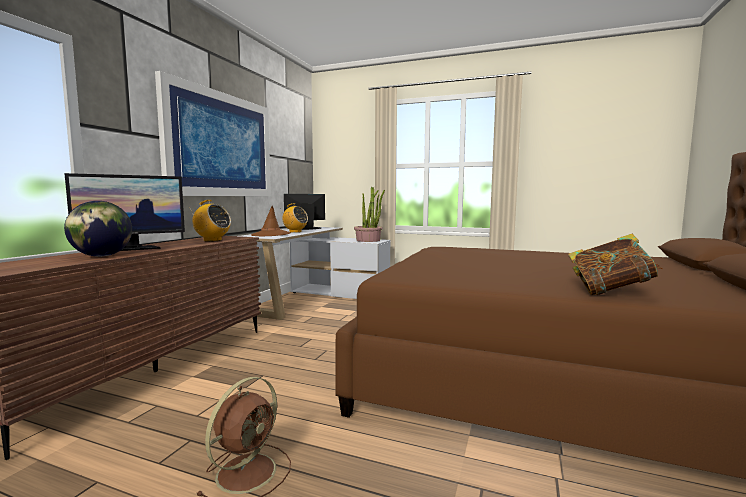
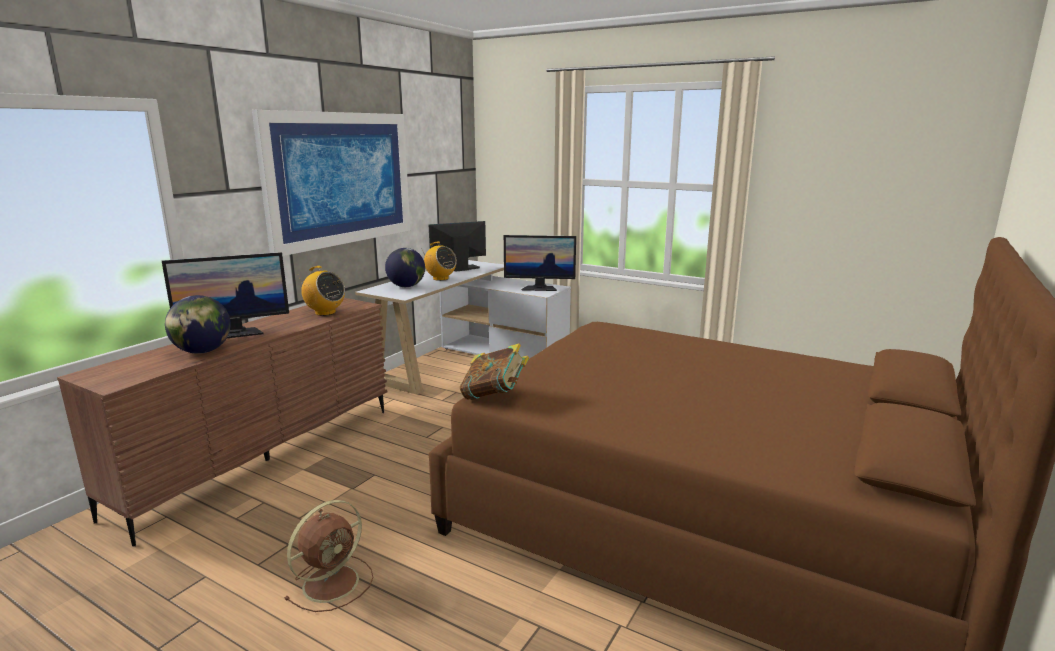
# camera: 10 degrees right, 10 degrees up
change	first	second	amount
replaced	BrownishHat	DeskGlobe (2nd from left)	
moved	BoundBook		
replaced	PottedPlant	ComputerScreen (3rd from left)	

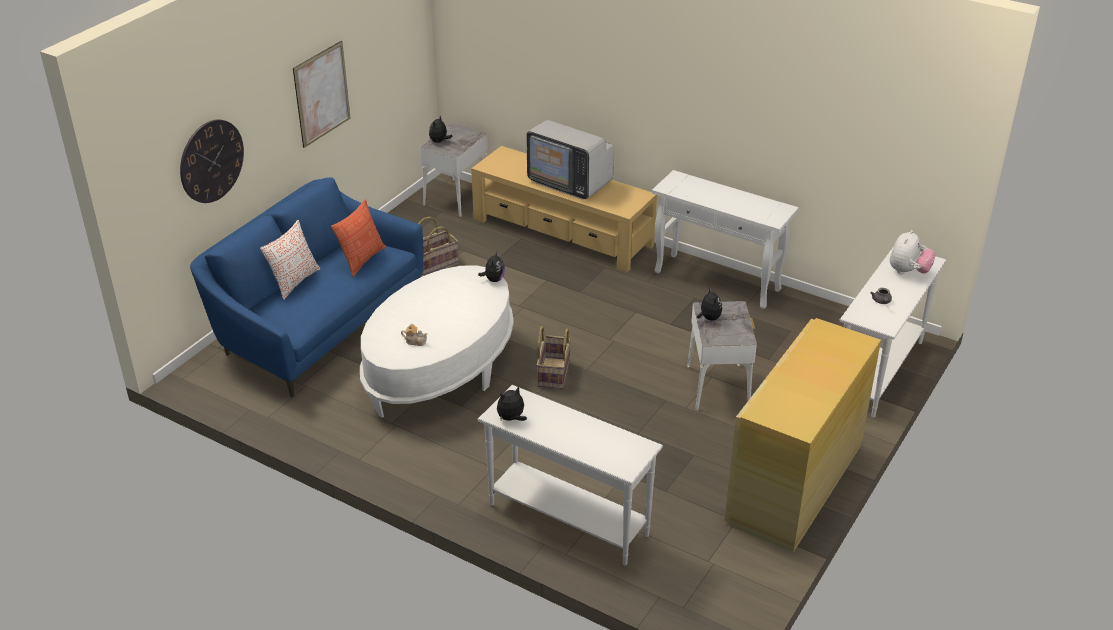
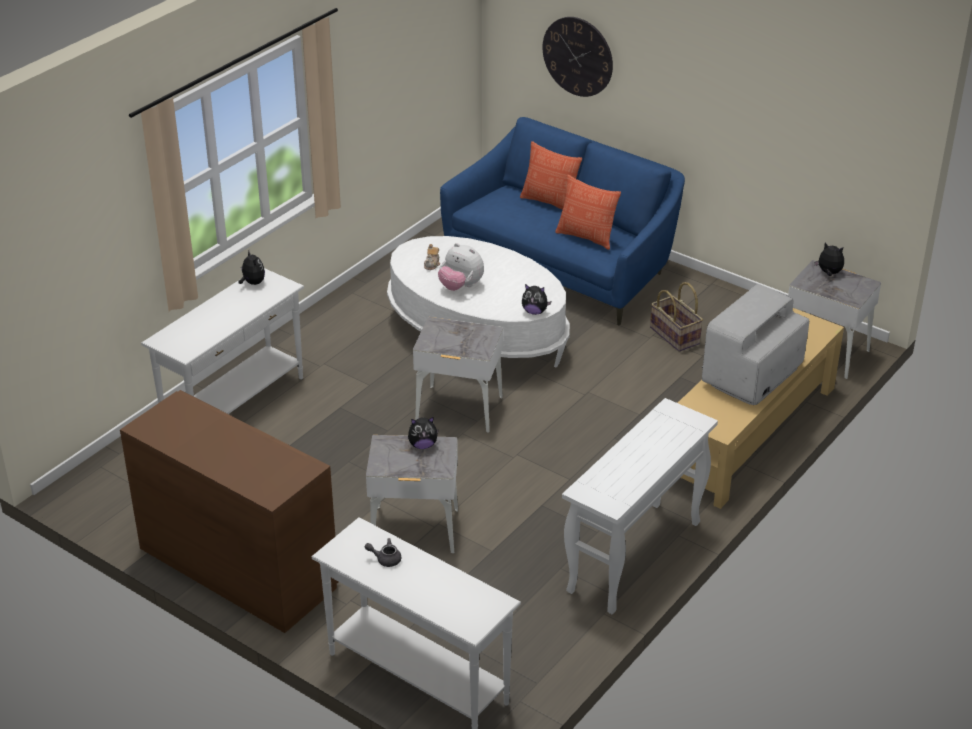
# camera: 95 degrees right, 0 degrees up
change	first	second	amount
recoloured	YellowishCabinet	BrownishCabinet	
replaced	HouseholdBasket (2nd from left)	EndTable (2nd from left)	
moved	SoftToy (5th from left in the first image)	SoftToy (3rd from left)	
recoloured	WhitishThrowPillow	OrangeThrowPillow (1st from left)	
removed	Picture		

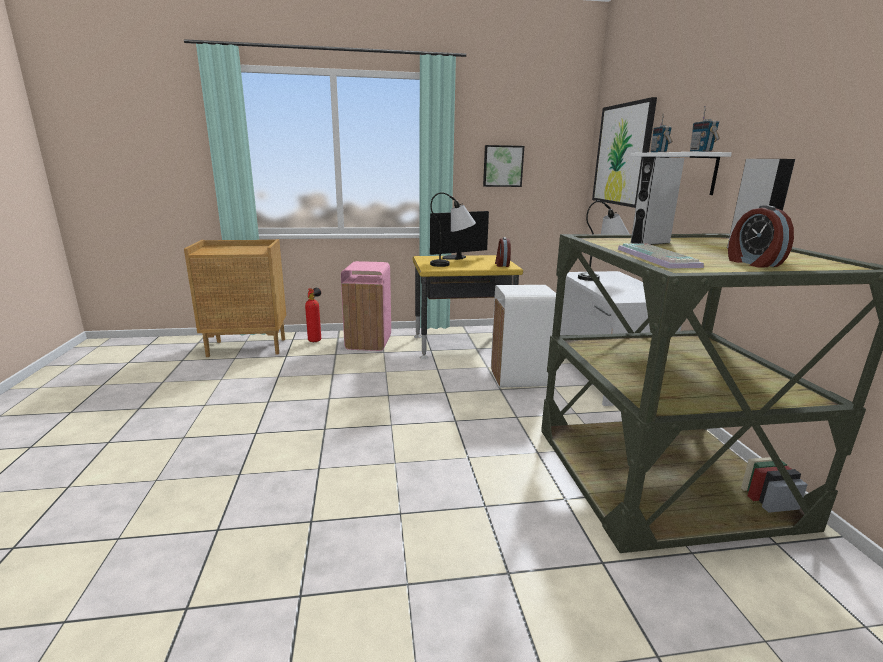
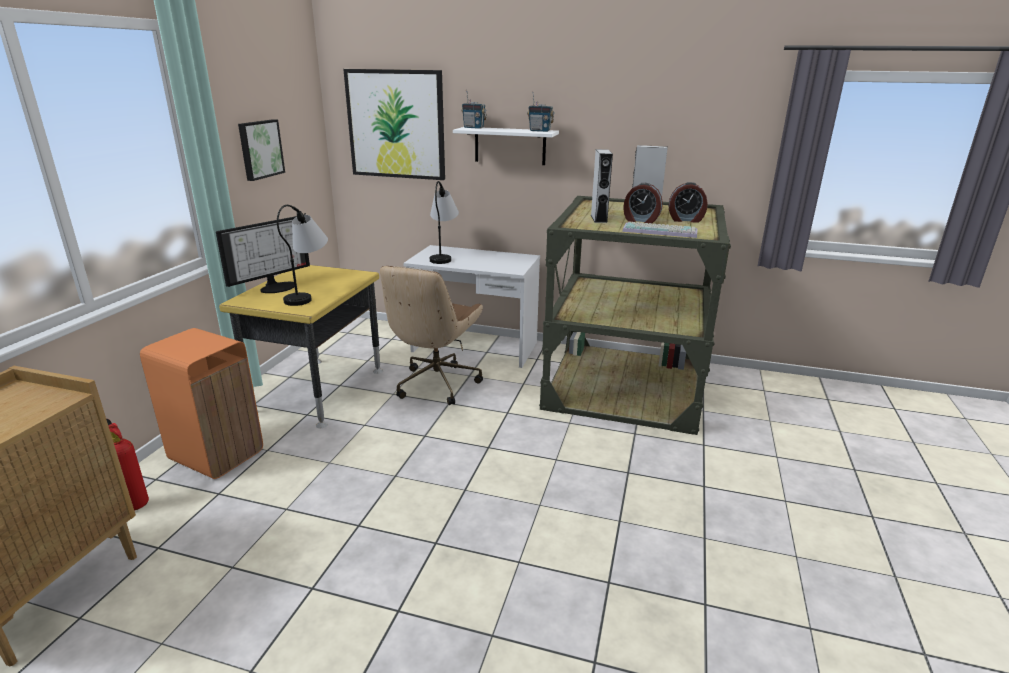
# camera: 65 degrees left, 5 degrees up
change	first	second	amount
recoloured	PinkRubbishBin	OrangeRubbishBin	
turned	ComputerScreen		135 degrees counterclockwise
replaced	WhitishRubbishBin	BrownishDeskChair	
moved	BedsideClock (1st from left)		

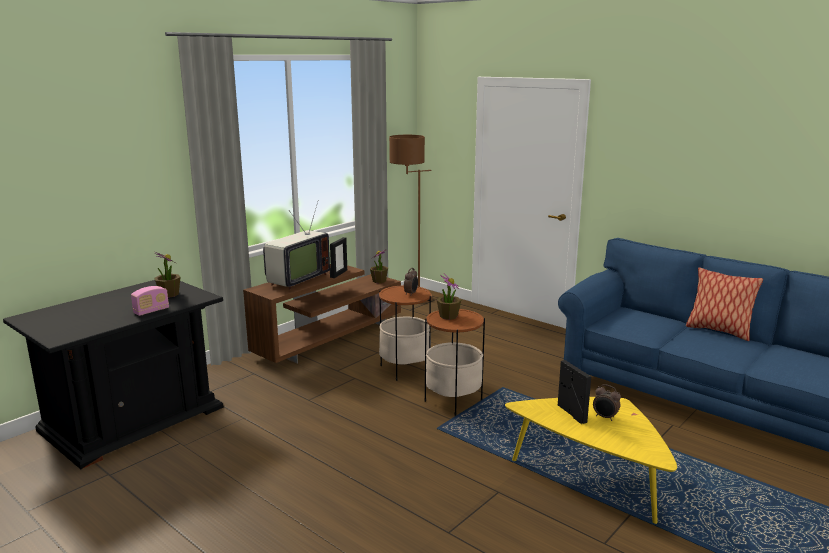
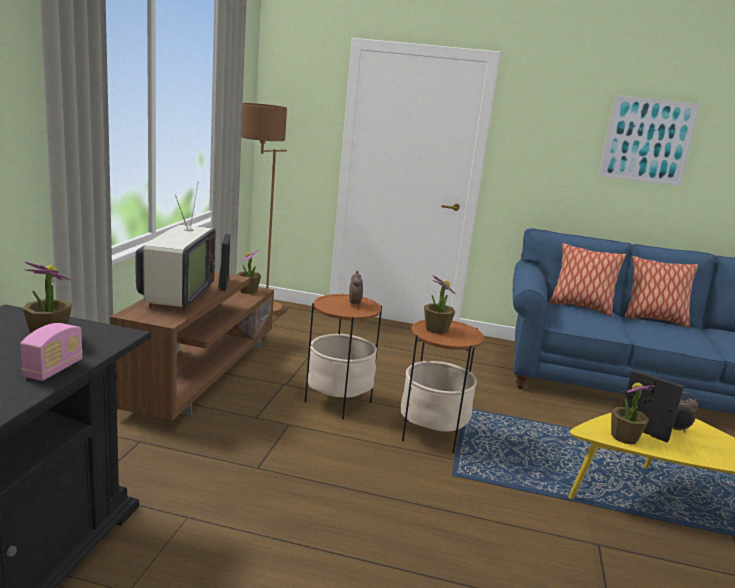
# camera: 30 degrees left, 0 degrees up
change	first	second	amount
added		ThrowPillow (1st from left)	
added		Picture	
added		PottedPlant (4th from left)	

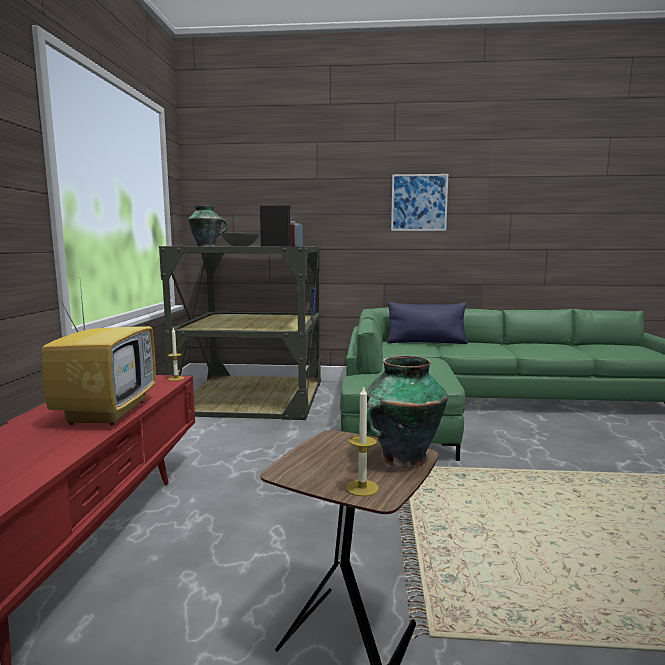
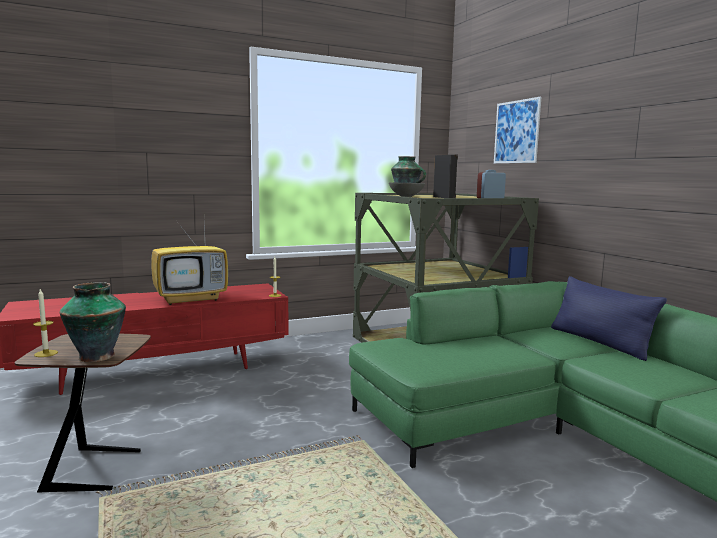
# camera: 60 degrees right, 0 degrees up
change	first	second	amount
moved	Picture		

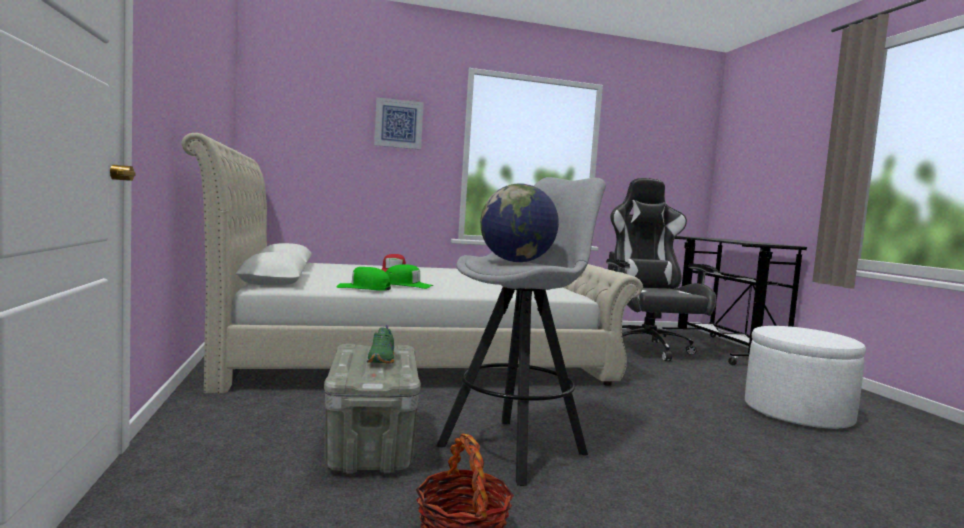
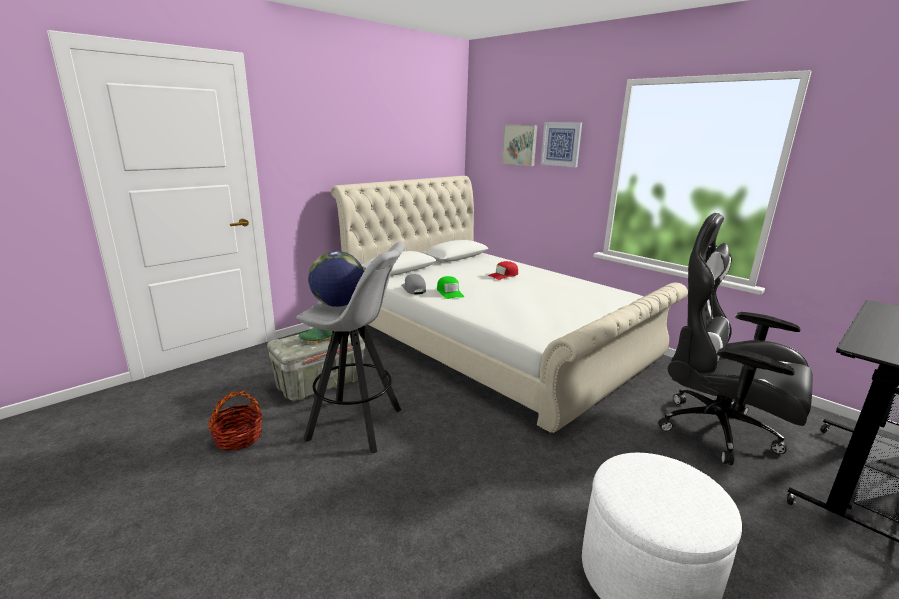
# camera: 60 degrees right, 15 degrees up
change	first	second	amount
recoloured	GreenishBaseballCap (1st from left)	GreyishBaseballCap	
added		Picture (1st from left)	
turned	BlackDeskChair		105 degrees counterclockwise

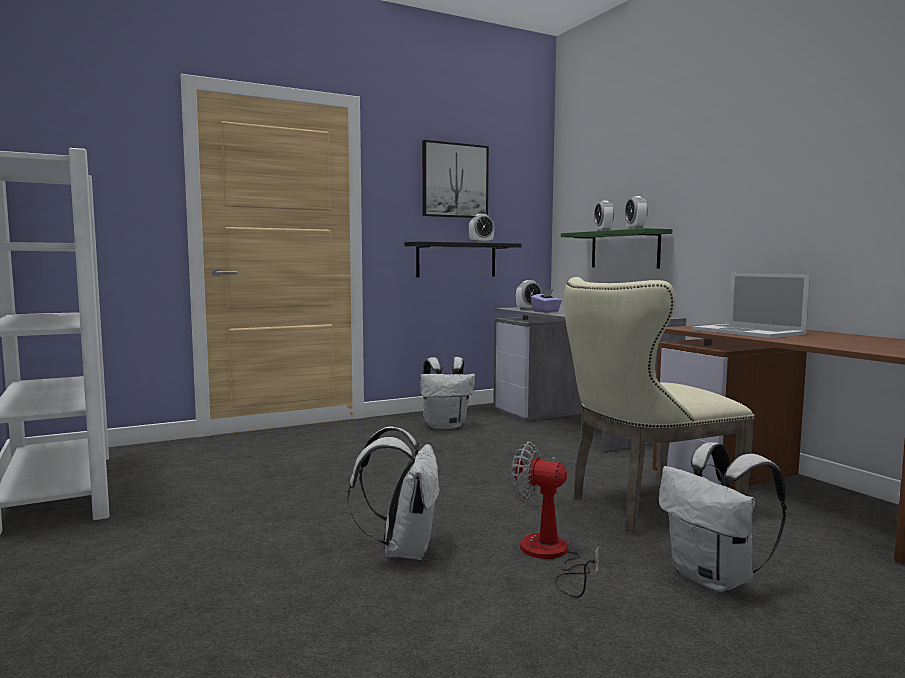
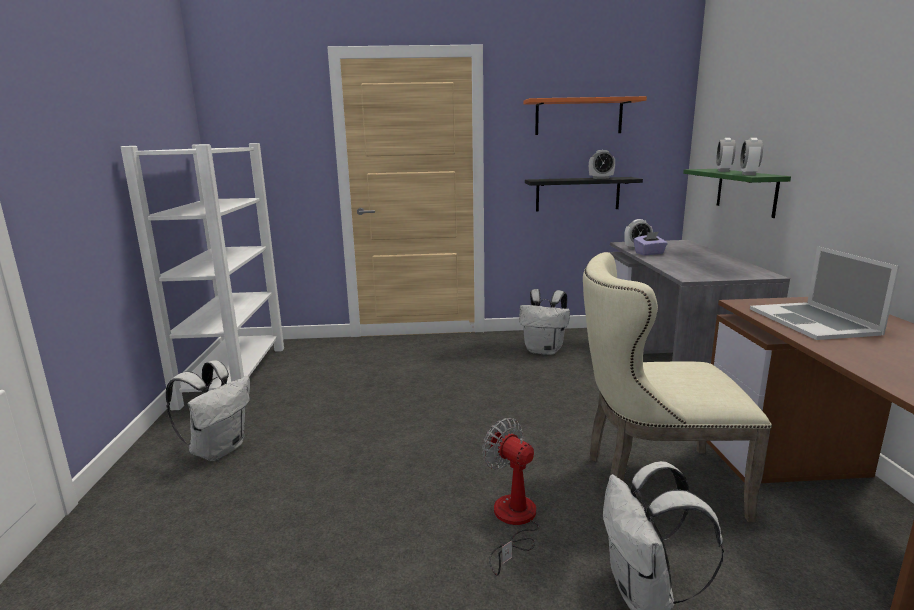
# camera: 25 degrees right, 10 degrees up
change	first	second	amount
moved	WhitishBackpack (1st from left)		
replaced	Picture	OrangeBracketShelf	

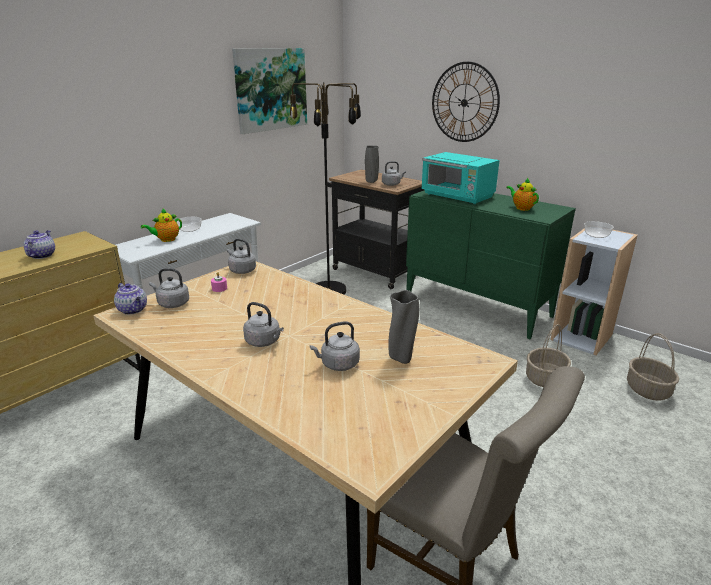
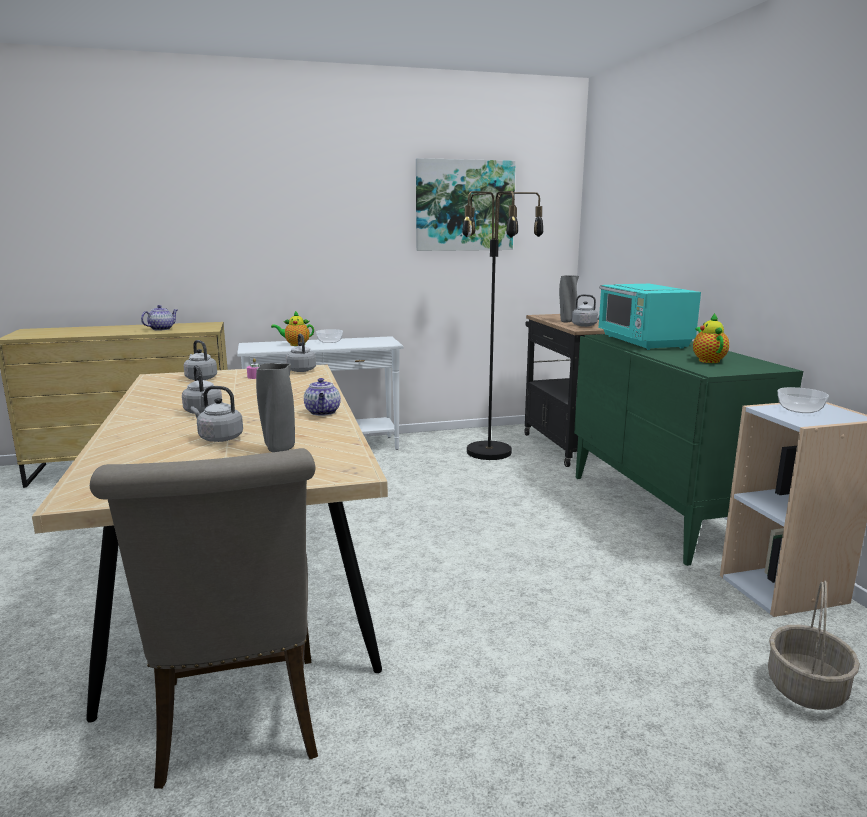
# camera: 35 degrees right, 10 degrees down
change	first	second	amount
moved	TeaPot (2nd from left in the first image)	TeaPot (3rd from left)	
removed	ClockOnTheWall		
removed	HouseholdBasket (1st from left)		

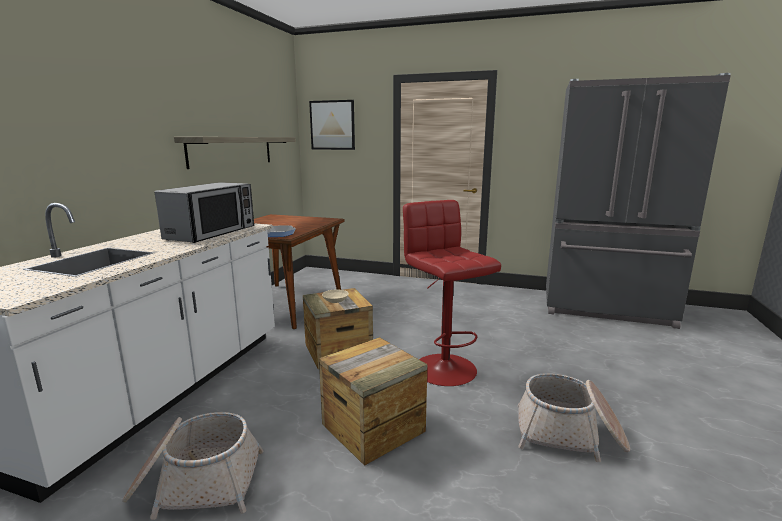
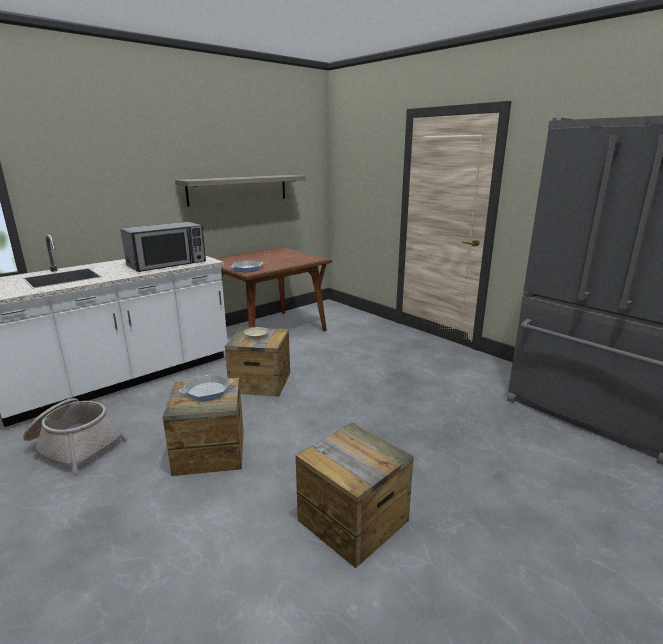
# camera: 30 degrees right, 5 degrees up
change	first	second	amount
added		Pan (1st from left)	
replaced	HouseholdBasket (2nd from left)	Crate (3rd from left)	
removed	Picture		
removed	RedColouredStoolSeat		

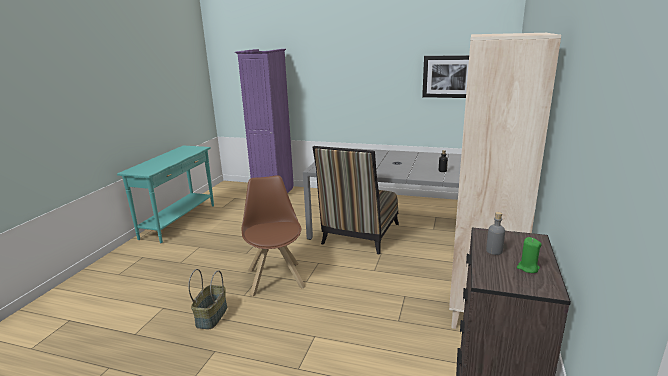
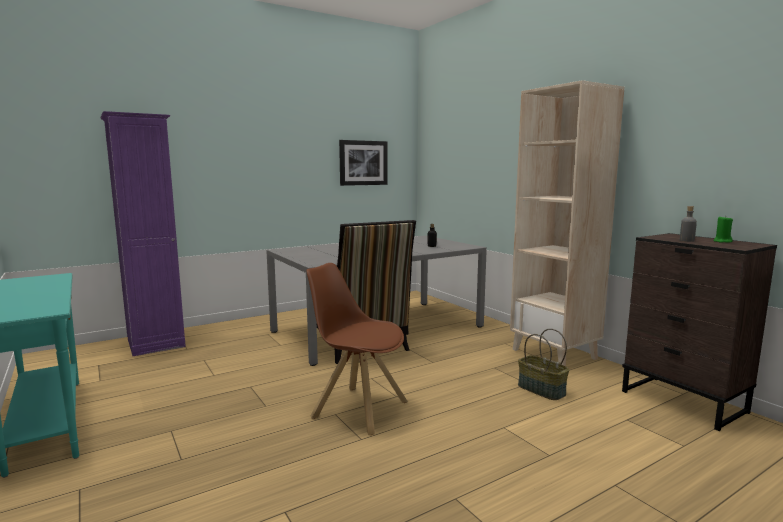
# camera: 50 degrees left, 10 degrees down
change	first	second	amount
moved	HouseholdBasket		

